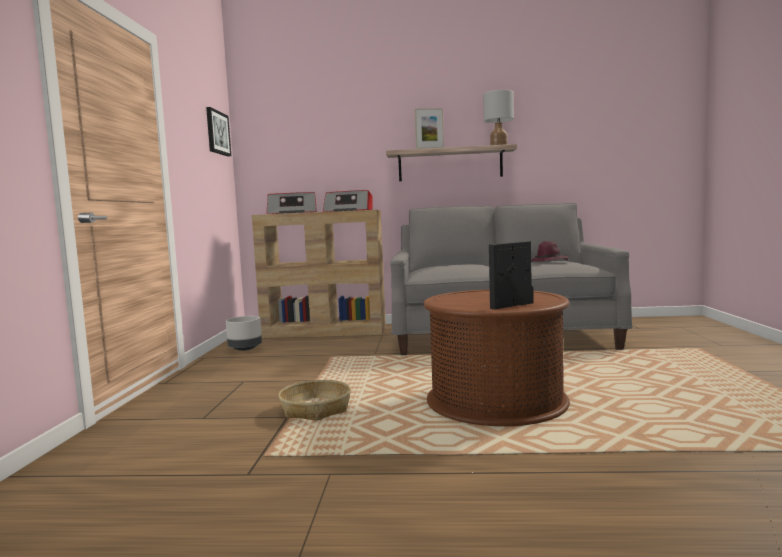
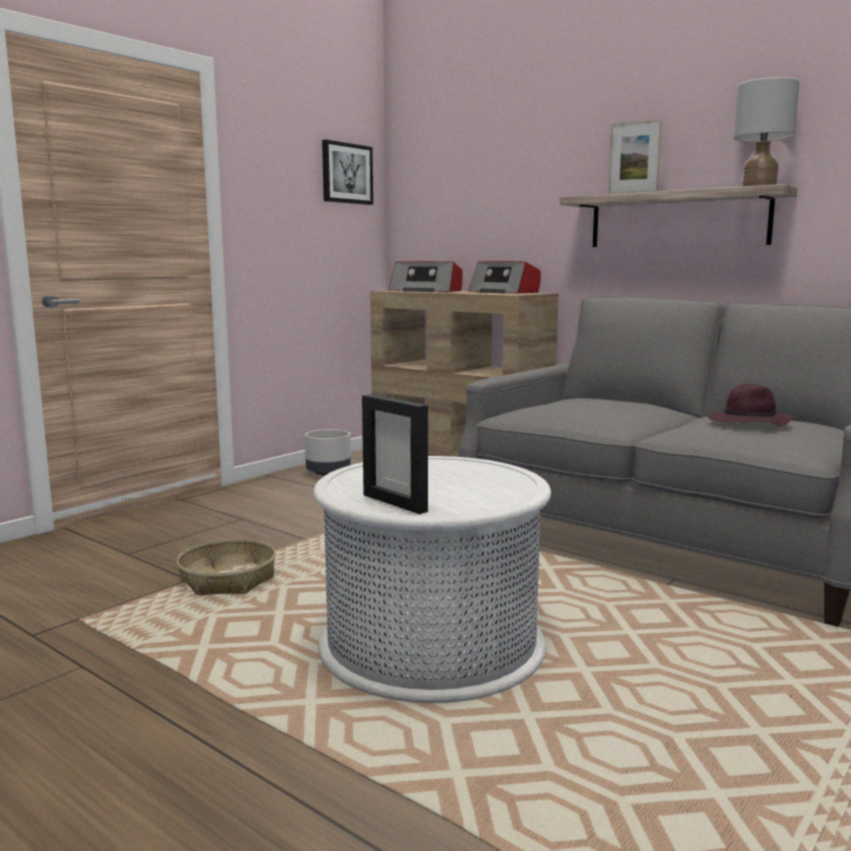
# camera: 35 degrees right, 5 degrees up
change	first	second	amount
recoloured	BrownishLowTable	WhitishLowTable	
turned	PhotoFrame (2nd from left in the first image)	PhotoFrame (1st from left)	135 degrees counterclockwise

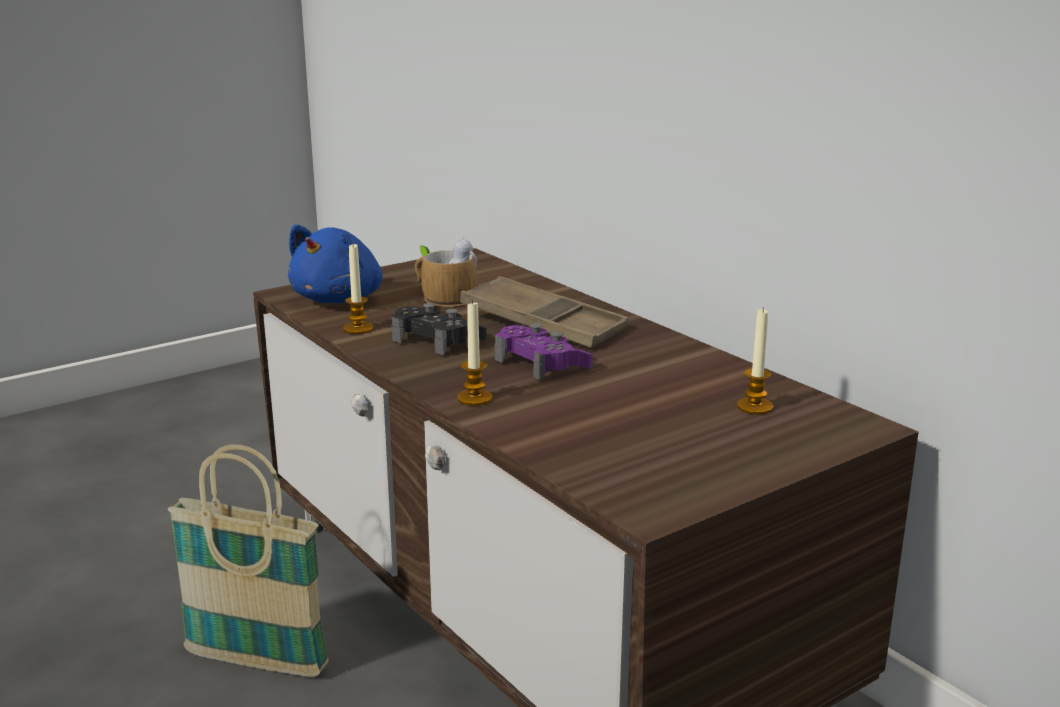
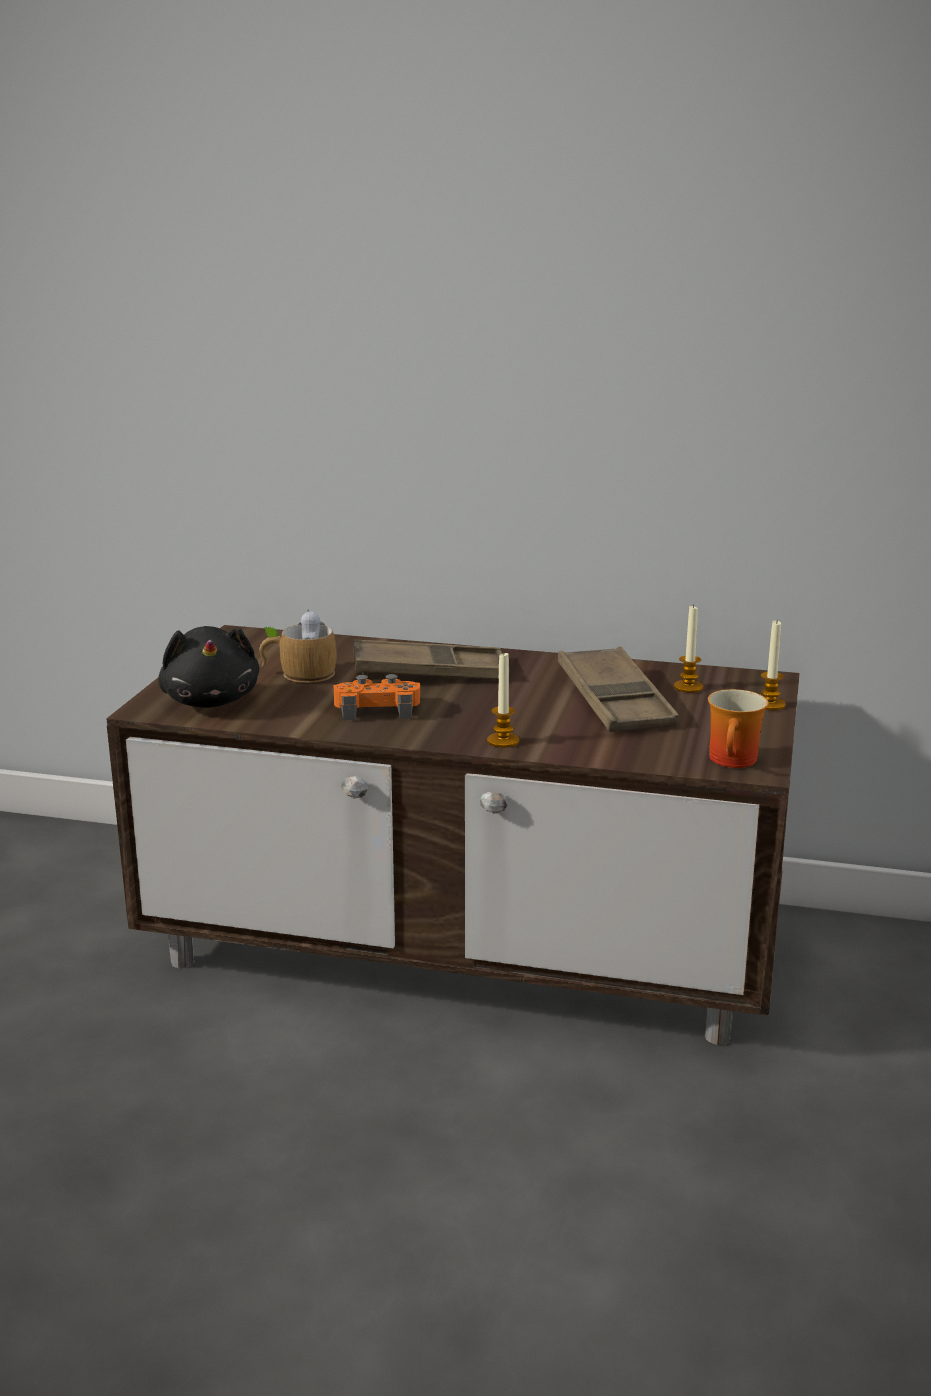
# camera: 40 degrees left, 0 degrees up
change	first	second	amount
recoloured	BluishSoftToy	BlackSoftToy	
recoloured	BlackGameController	OrangeGameController	
added		BrownishServingTray (2nd from left)	
added		CoffeeMug (2nd from left)	
moved	WaxLight (1st from left in the first image)	WaxLight (3rd from left)	
removed	HouseholdBasket		
removed	PurpleGameController		

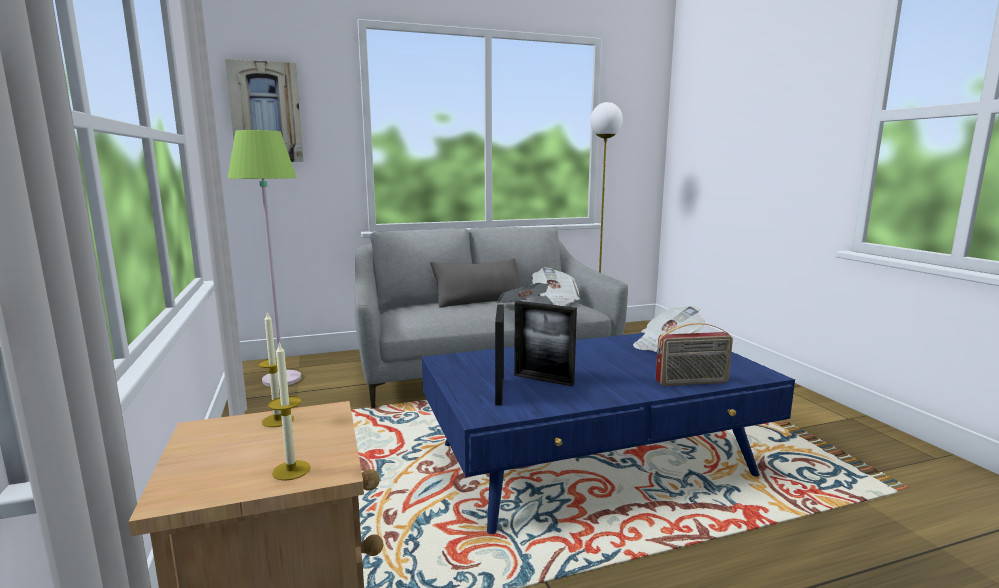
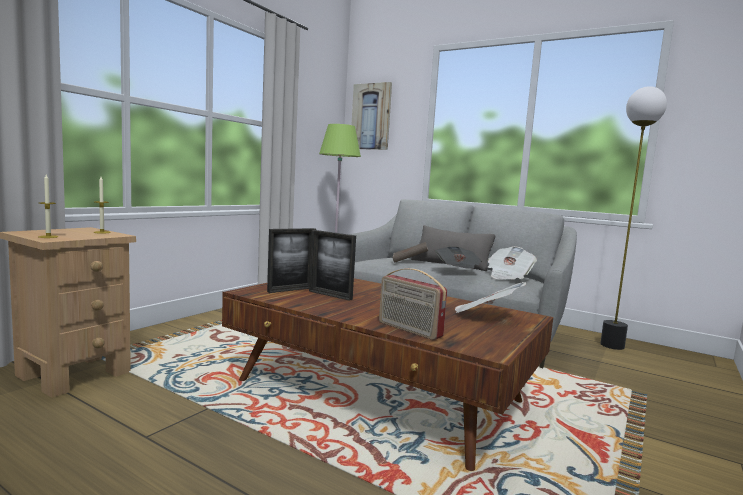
# camera: 50 degrees right, 5 degrees down
change	first	second	amount
recoloured	BluishLowTable	BrownishLowTable	
turned	PhotoFrame (2nd from left)		45 degrees counterclockwise
added		BrownishBoundBook	

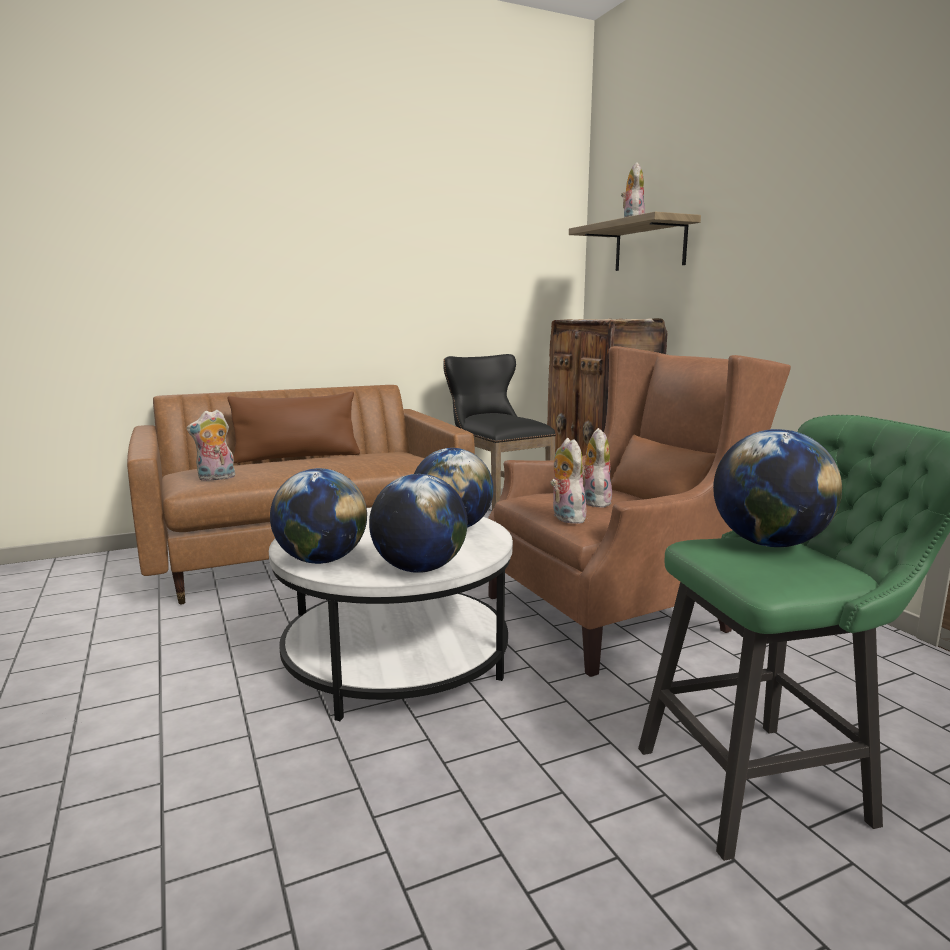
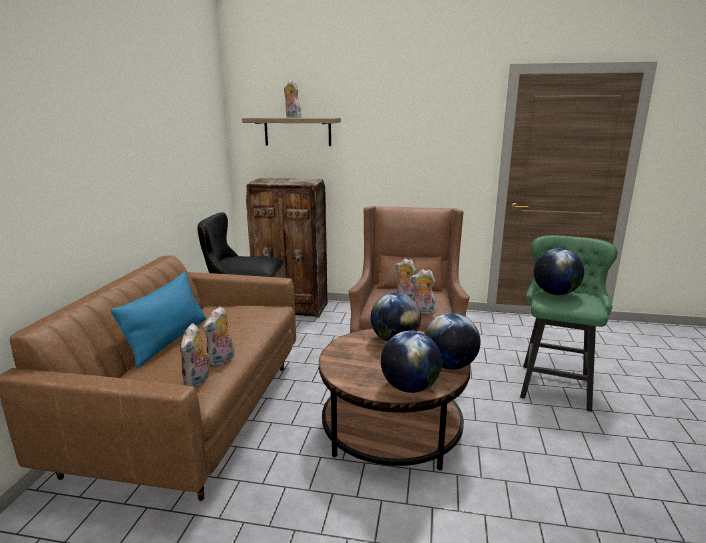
# camera: 55 degrees left, 5 degrees up
change	first	second	amount
recoloured	BrownishThrowPillow	BluishThrowPillow	
added		SoftToy (2nd from left)	
recoloured	WhitishLowTable	BrownishLowTable	

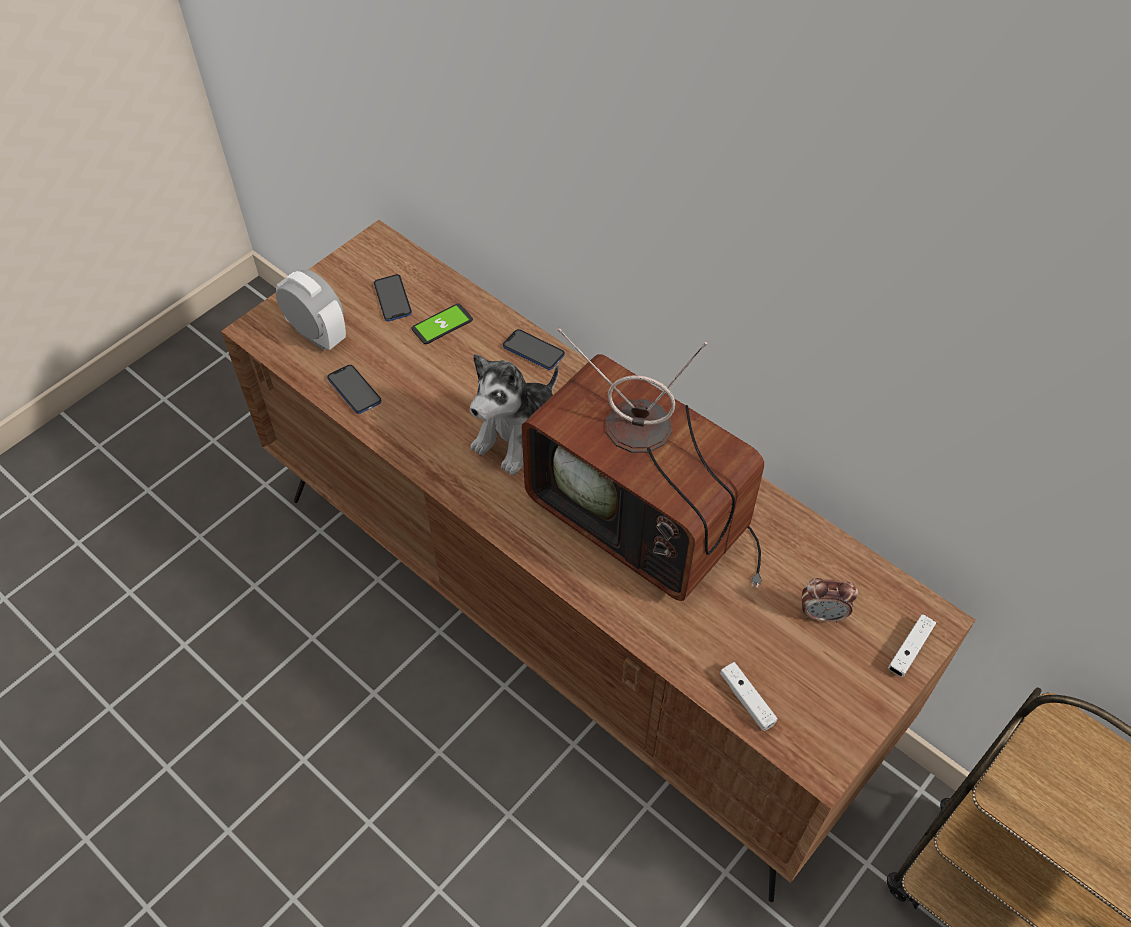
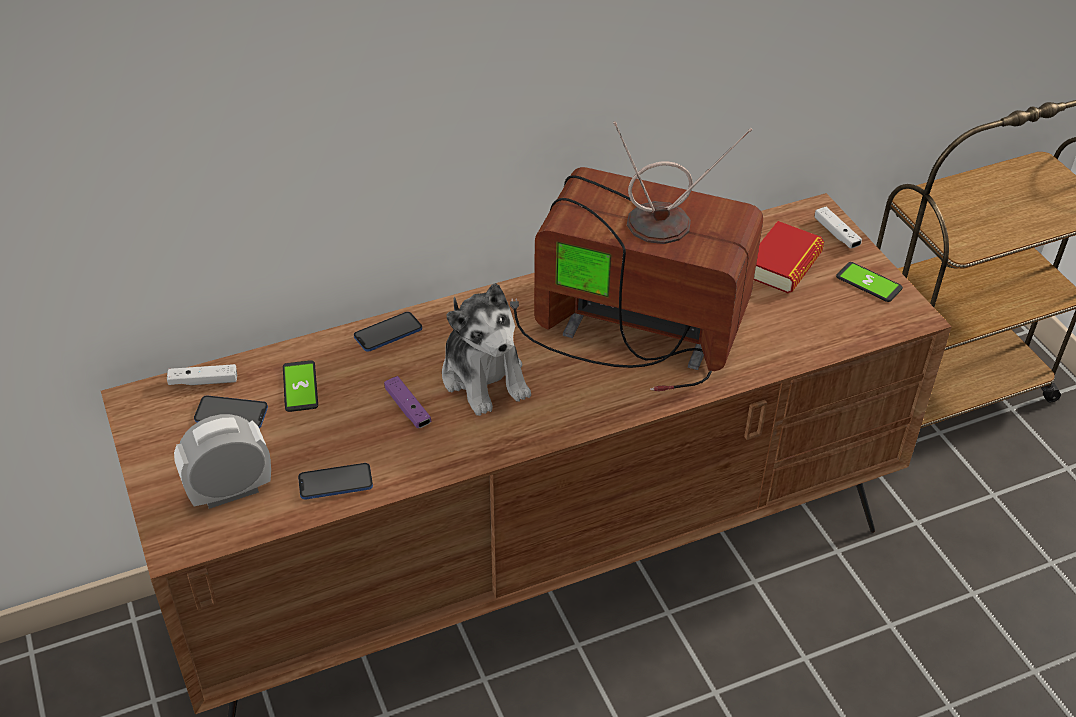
# camera: 65 degrees left, 10 degrees down
change	first	second	amount
moved	WhitishGameController (1st from left)		
added		PurpleGameController	
turned	TvSet		135 degrees counterclockwise
replaced	BedsideClock (2nd from left)	BoundBook	
added		Phone (5th from left)	

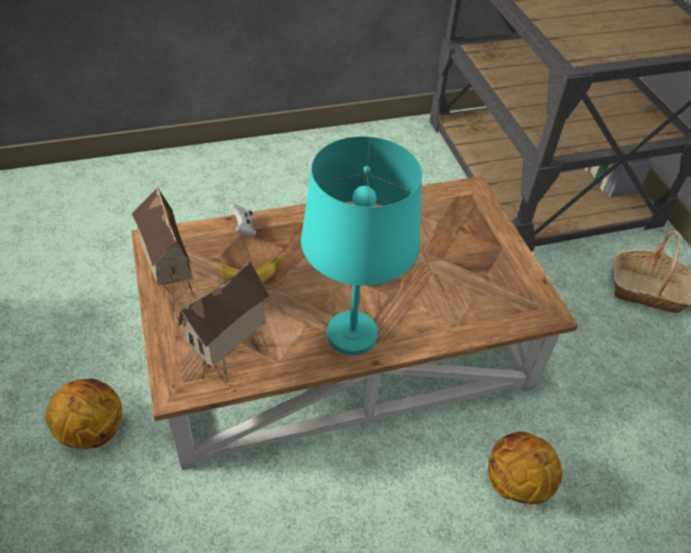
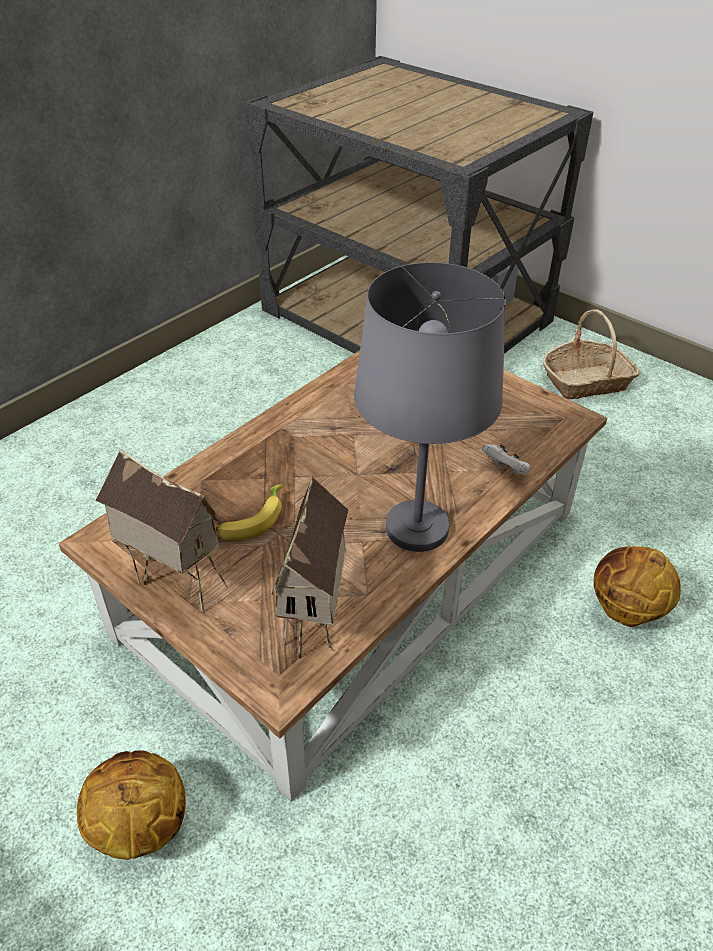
# camera: 30 degrees left, 5 degrees down
change	first	second	amount
recoloured	TurquoiseTableLamp	GreyishTableLamp	
moved	WhitishGameController		

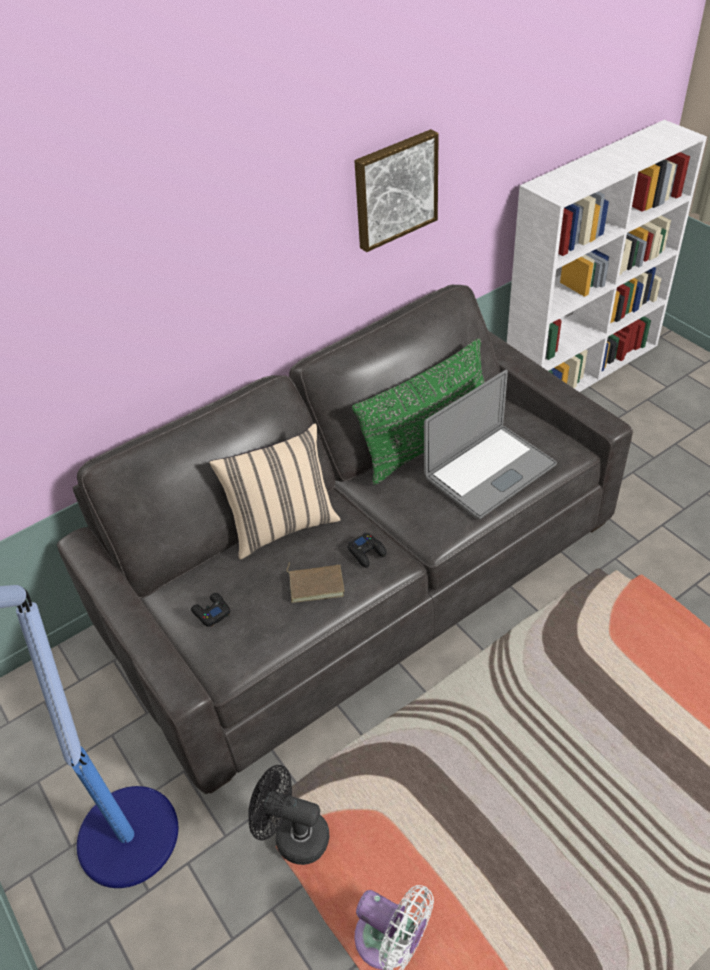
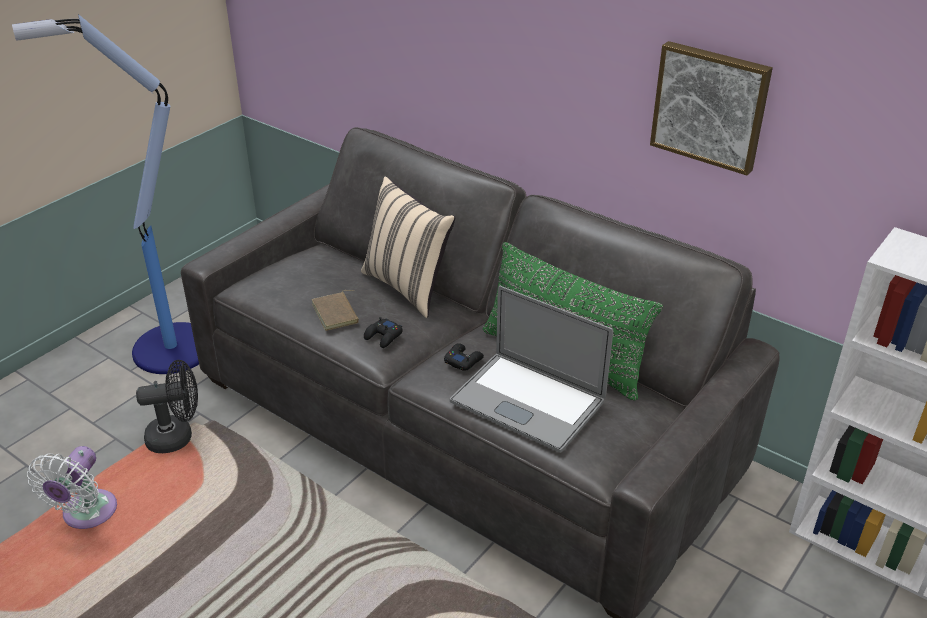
# camera: 70 degrees right, 10 degrees down
change	first	second	amount
turned	BlackFan		75 degrees clockwise
moved	BlackGameController (1st from left in the first image)	BlackGameController (2nd from left)	

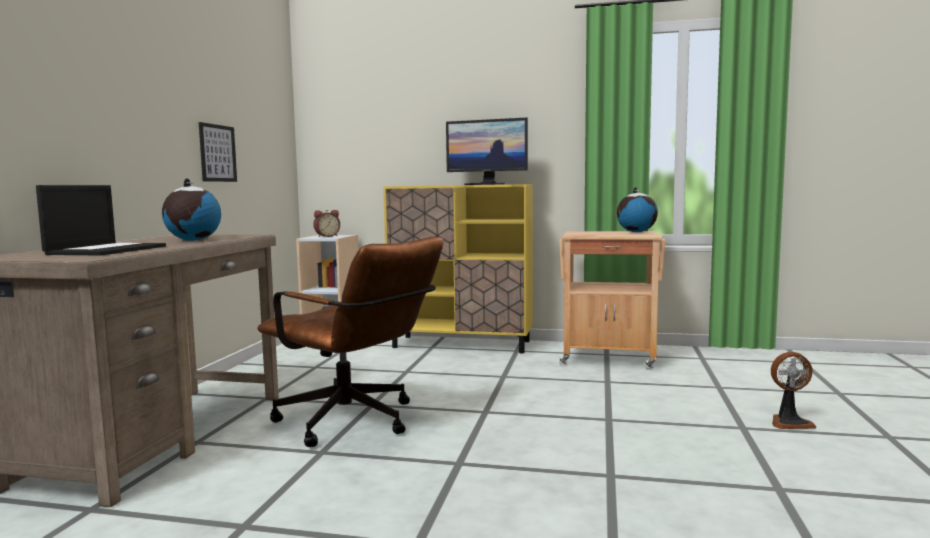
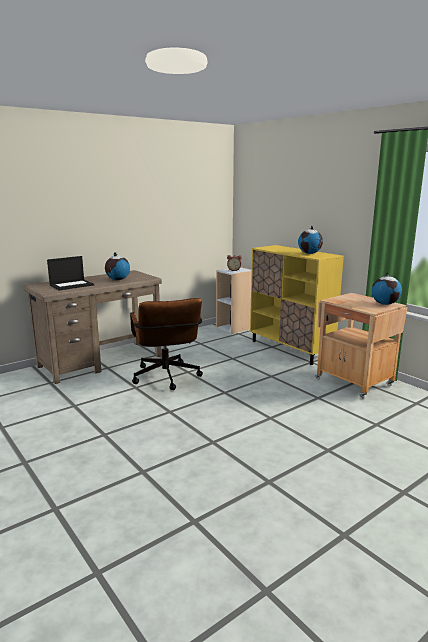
# camera: 40 degrees right, 10 degrees up
change	first	second	amount
replaced	ComputerScreen	DeskGlobe (2nd from left)	
removed	Picture		
removed	Fan		

